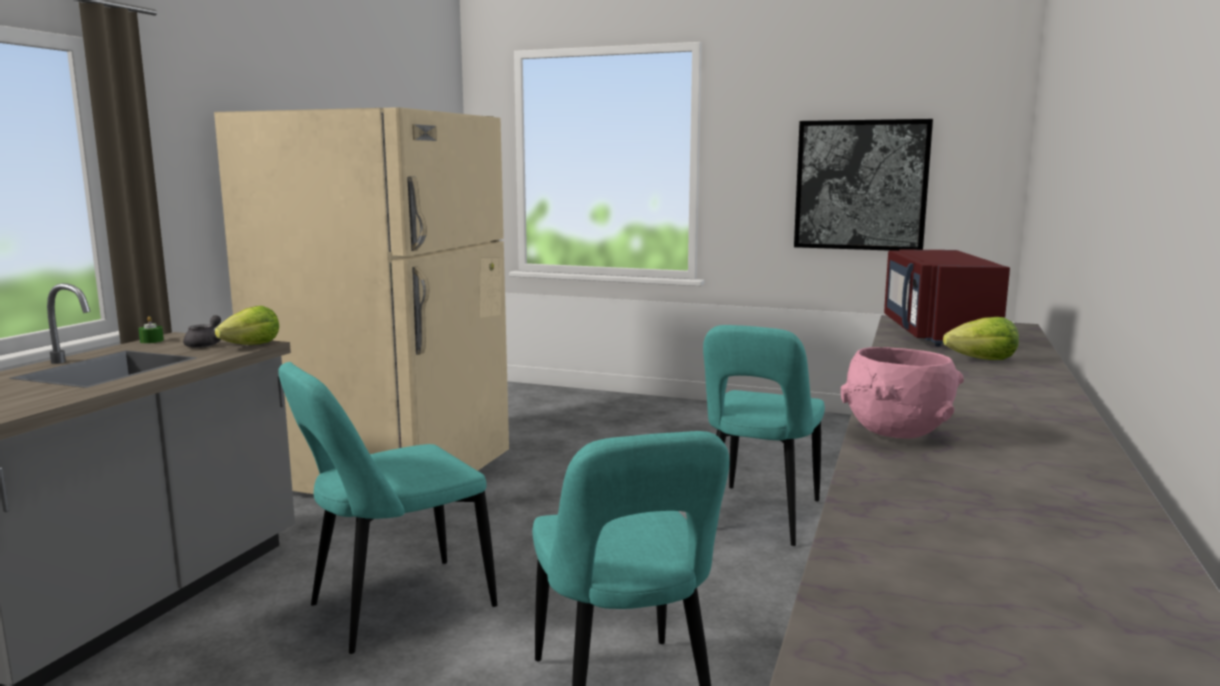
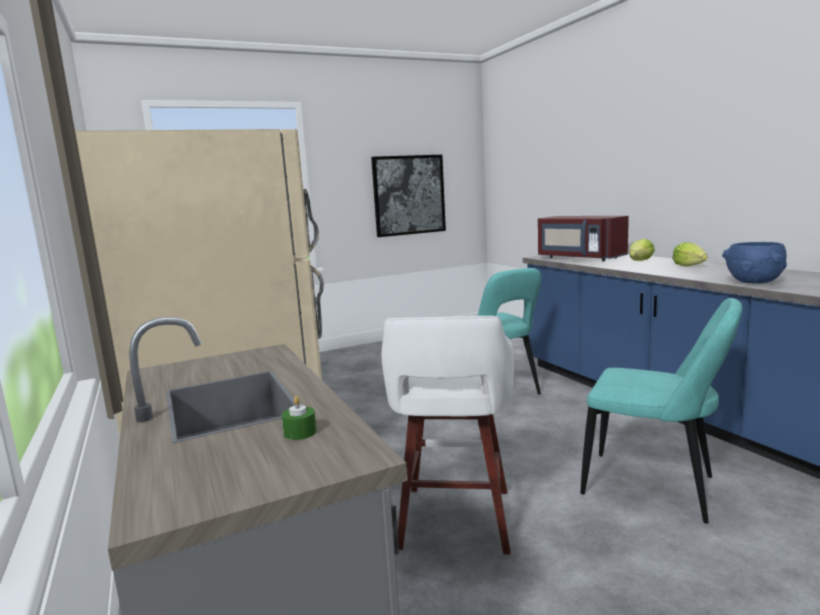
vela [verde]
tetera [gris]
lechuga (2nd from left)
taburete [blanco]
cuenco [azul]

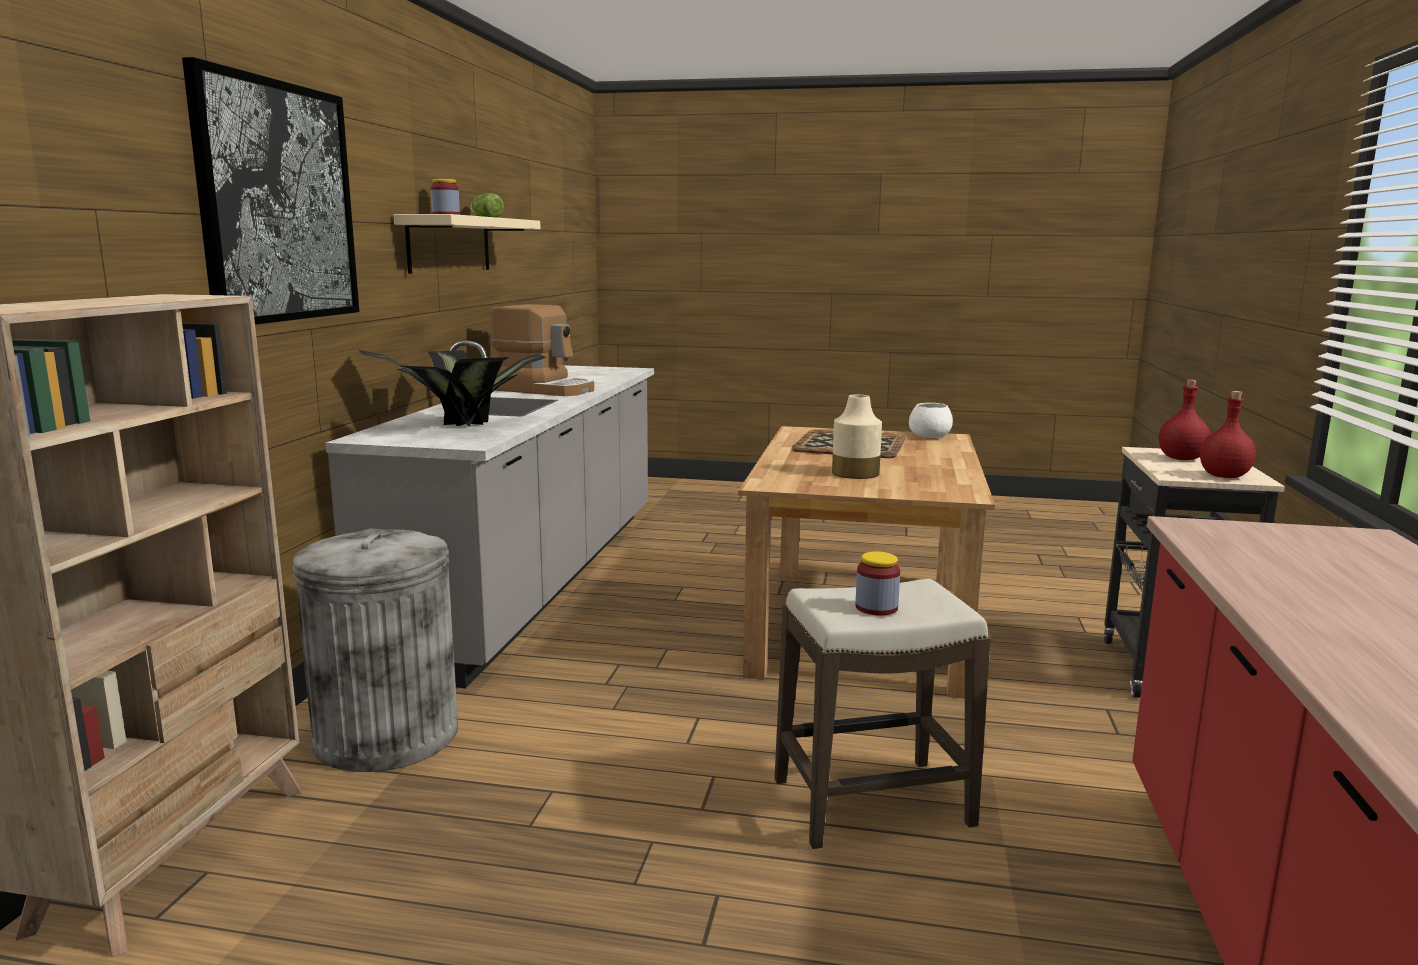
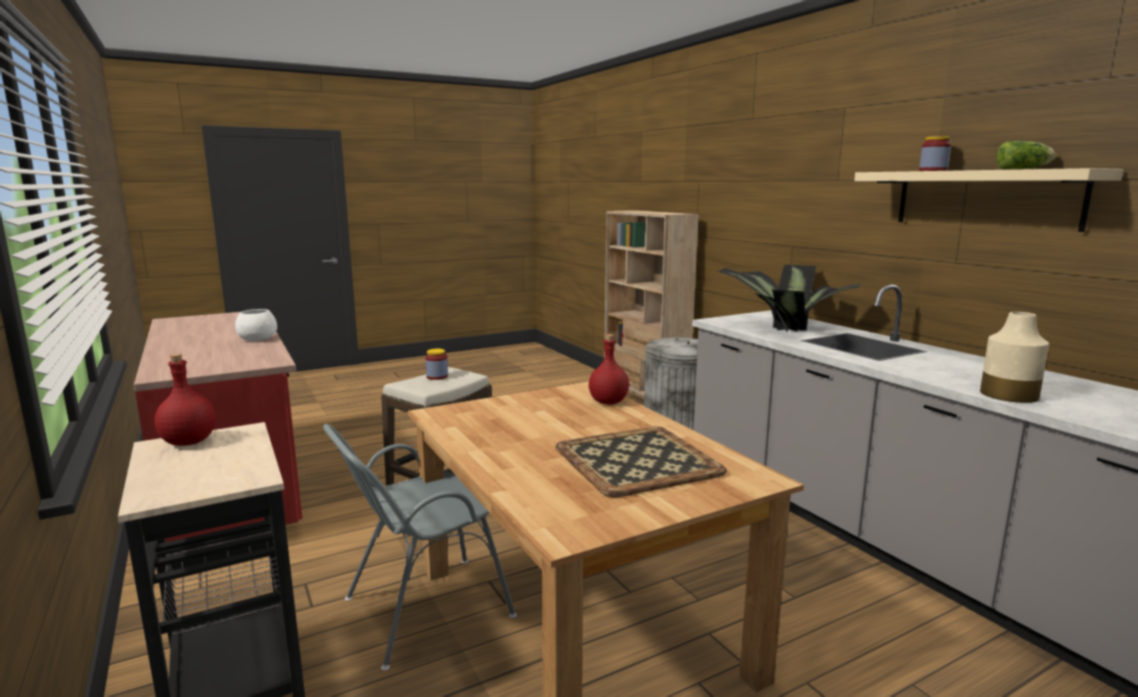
cuadro
cafetera
florero [beis]
cuenco [blanco]
botella [rojo] (2nd from left)
silla [gris]

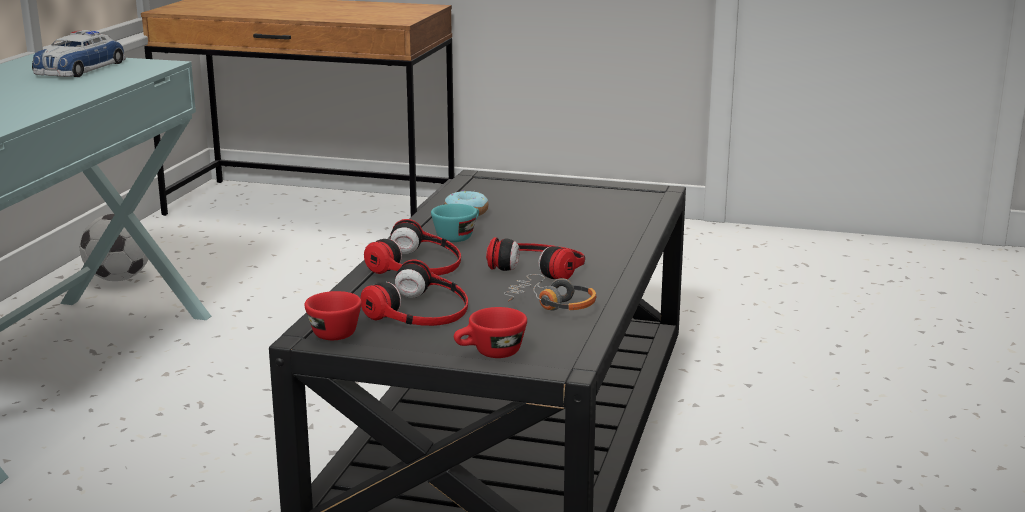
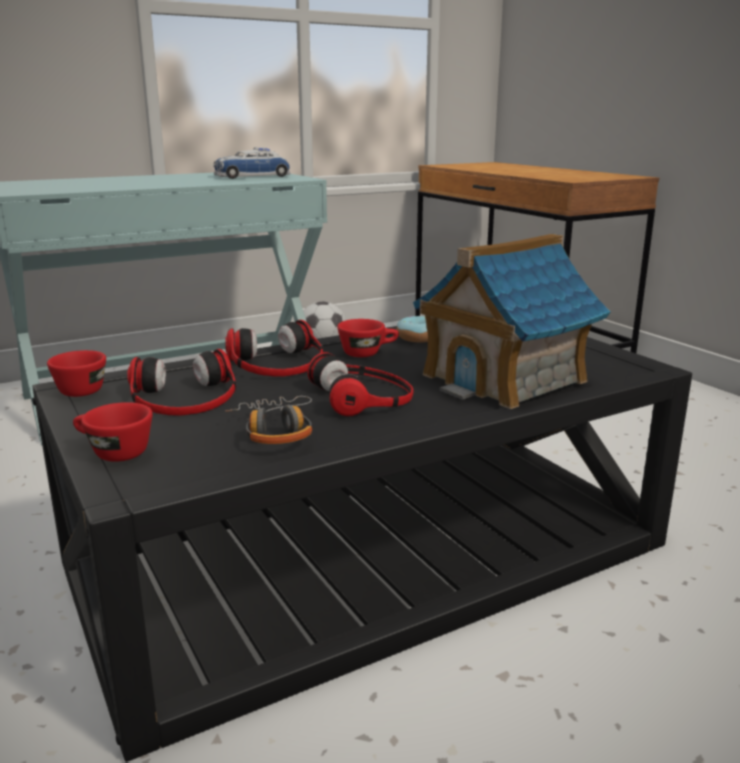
taza [rojo] (3rd from left)
casita

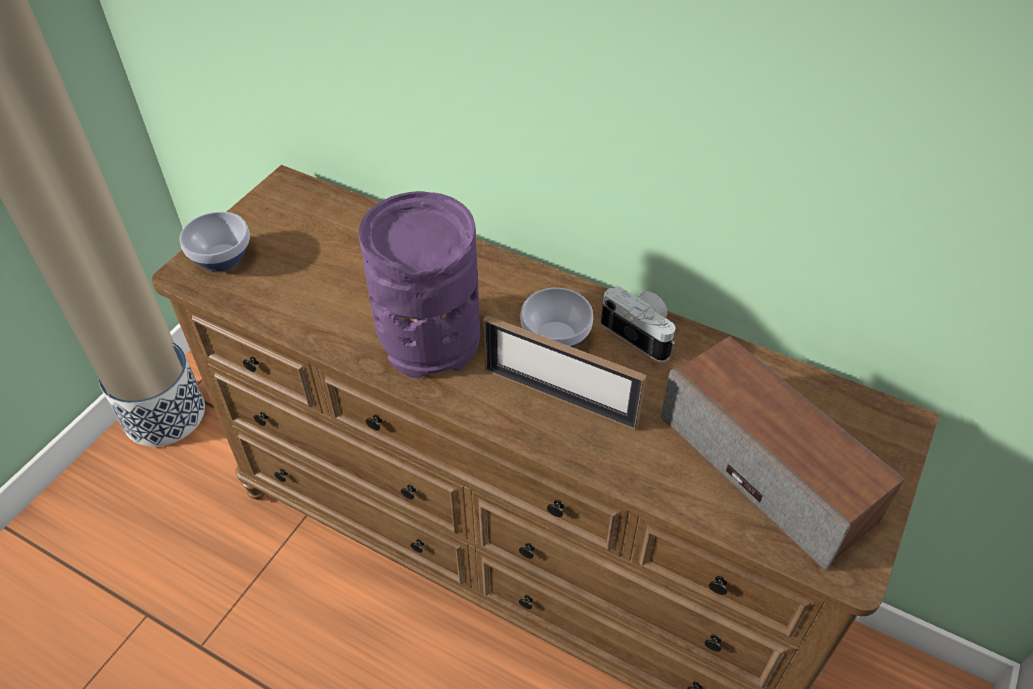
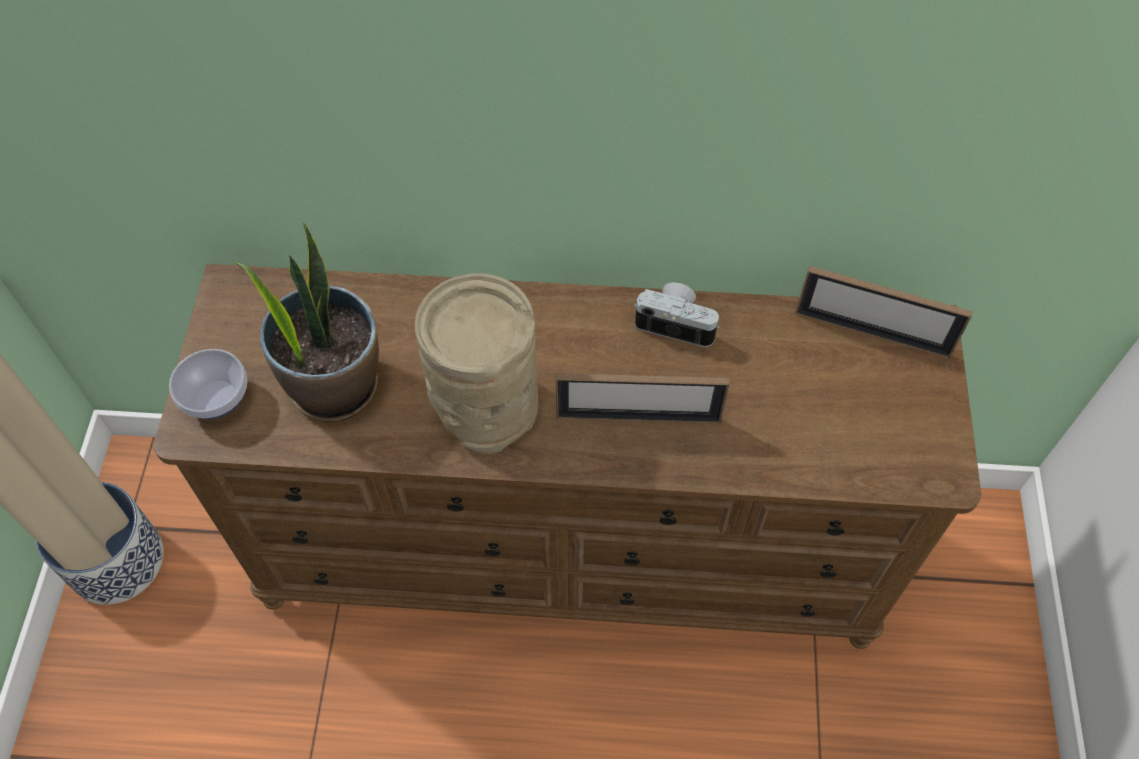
florero [beis]
cuenco (2nd from left in the first image)
altavoz
planta en maceta
portarretratos (2nd from left)

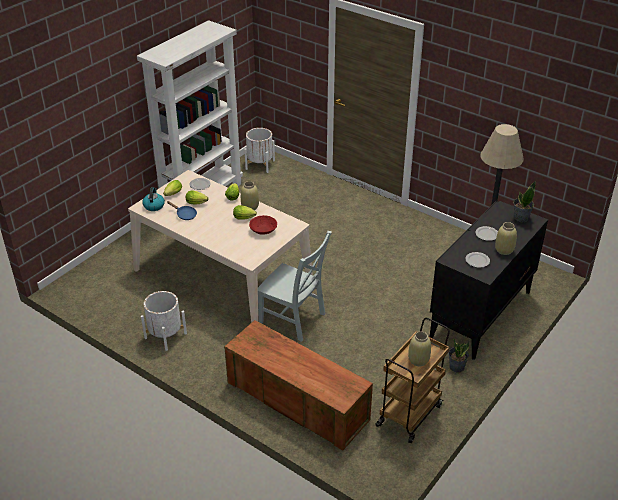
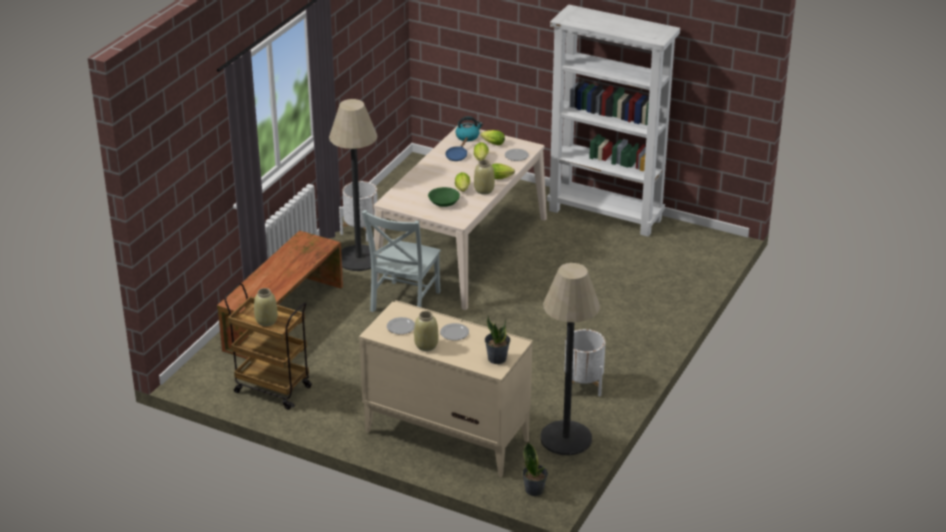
maceta [blanco] (2nd from left)
cuenco [verde]
armario [beis]
planta en maceta (2nd from left)
lámpara de pie (1st from left)

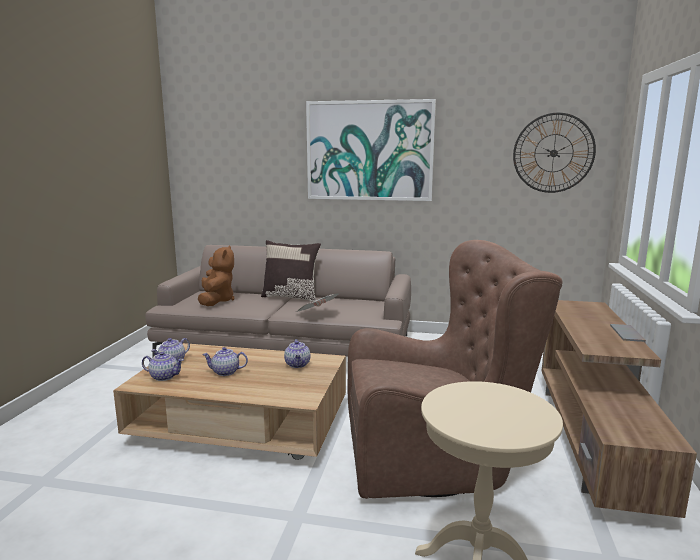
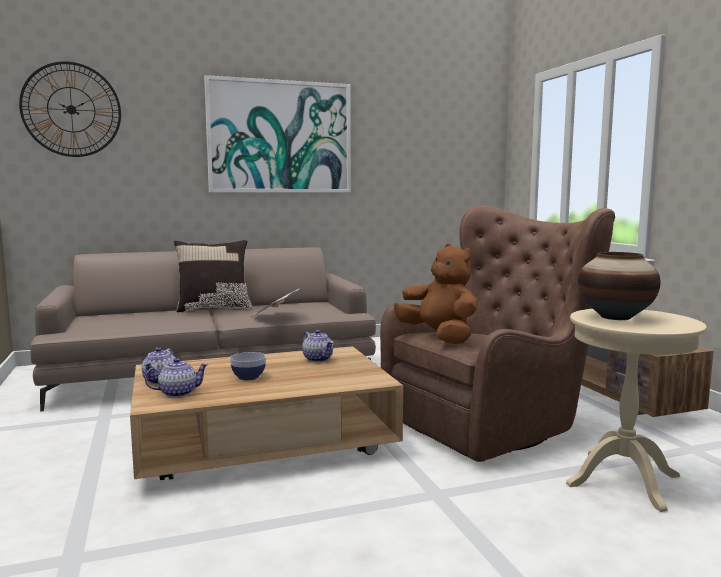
peluche [marrón]
cuenco
reloj de pared
florero

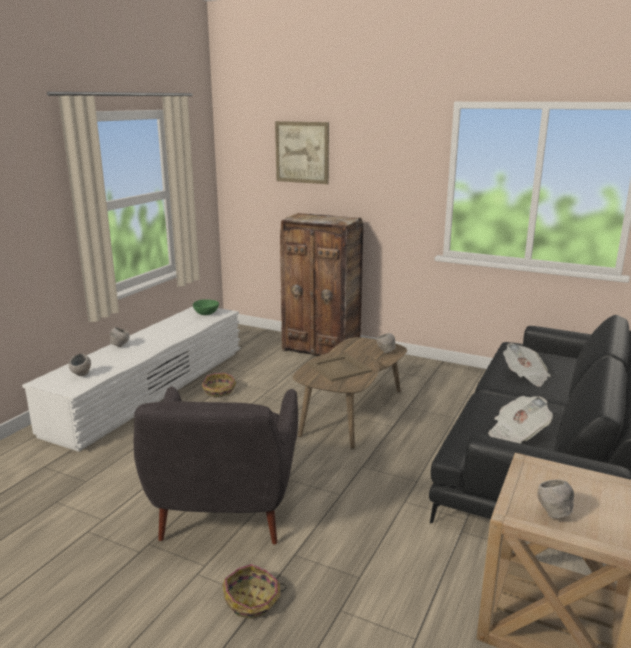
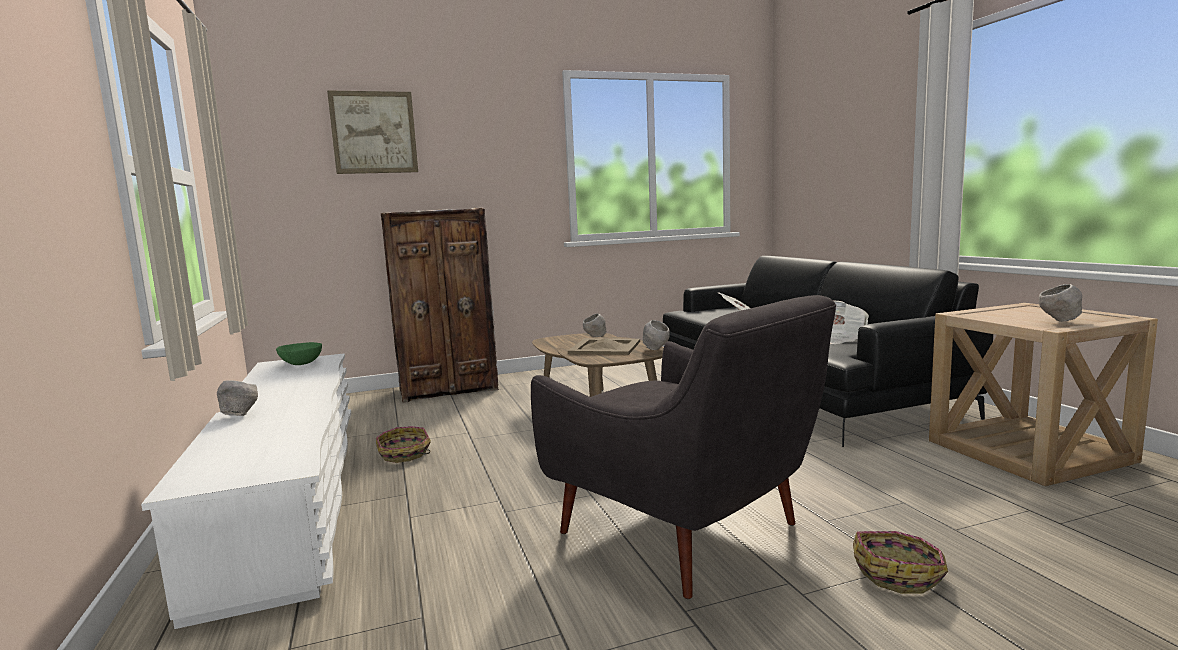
cuenco [gris] (3rd from left)

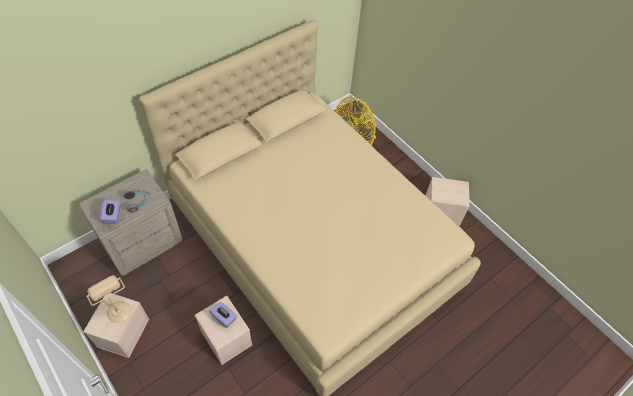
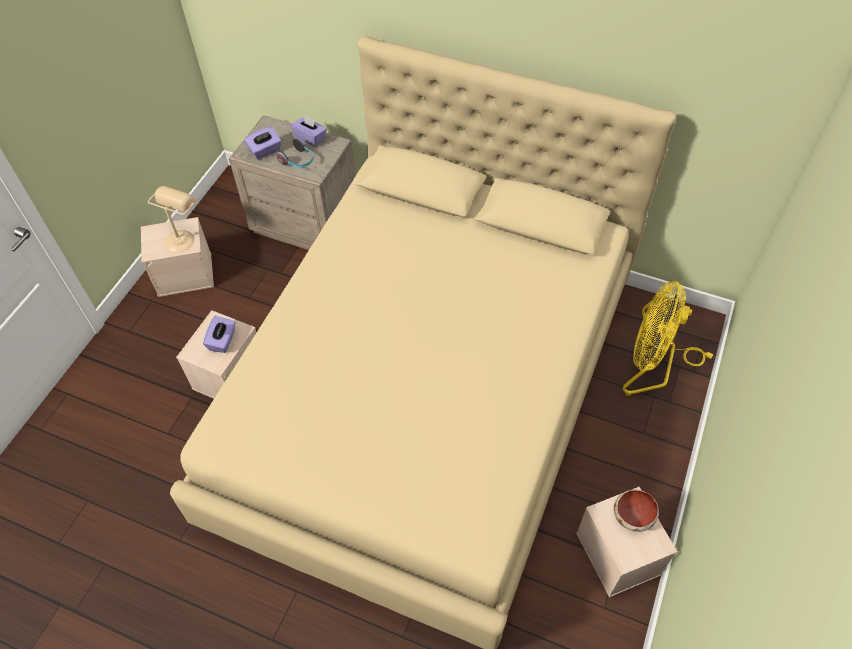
caja de pañuelos [morado] (3rd from left)
cuenco

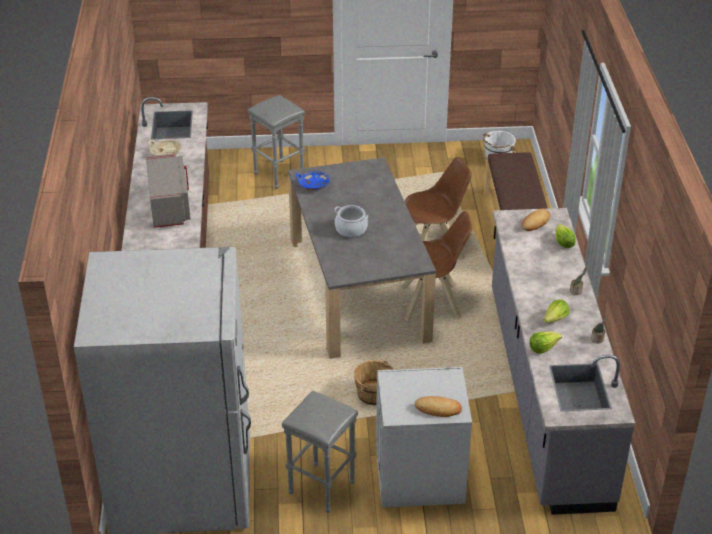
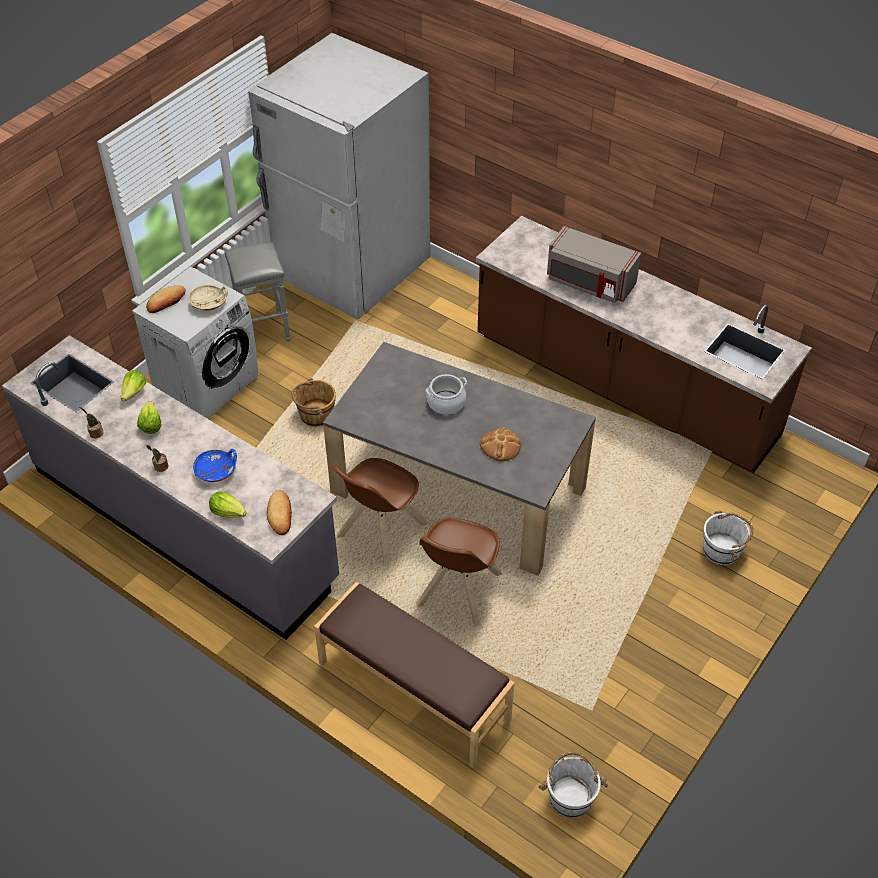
cuenco [beis]
cubo [blanco] (2nd from left)
cuenco [azul]
pan (3rd from left)

